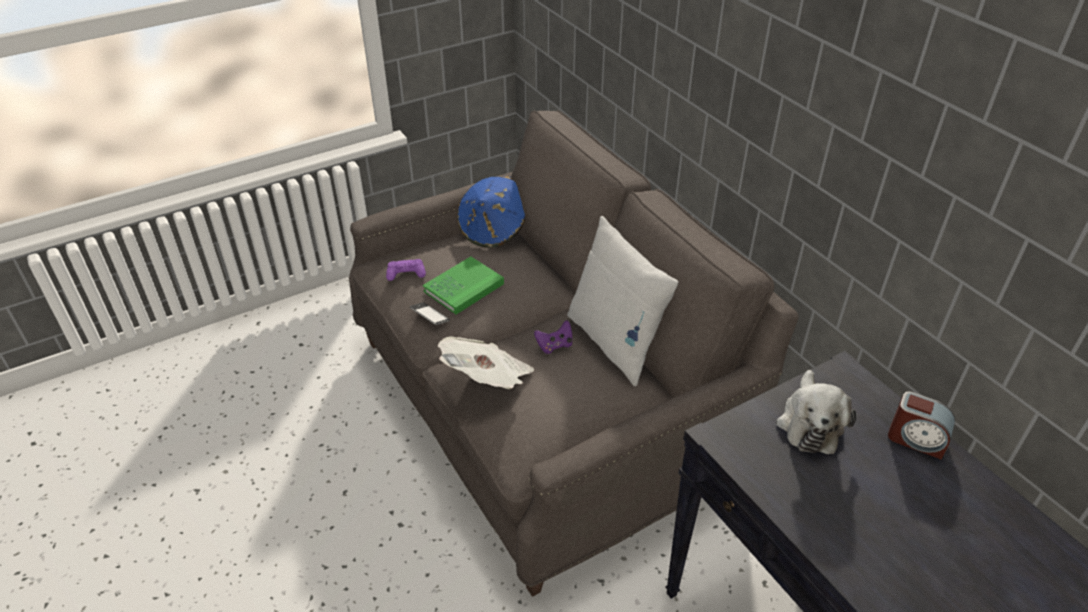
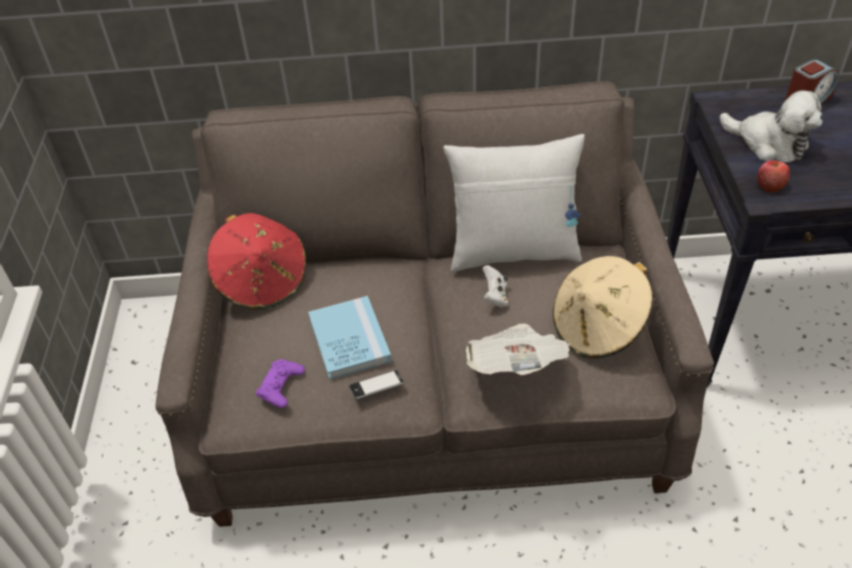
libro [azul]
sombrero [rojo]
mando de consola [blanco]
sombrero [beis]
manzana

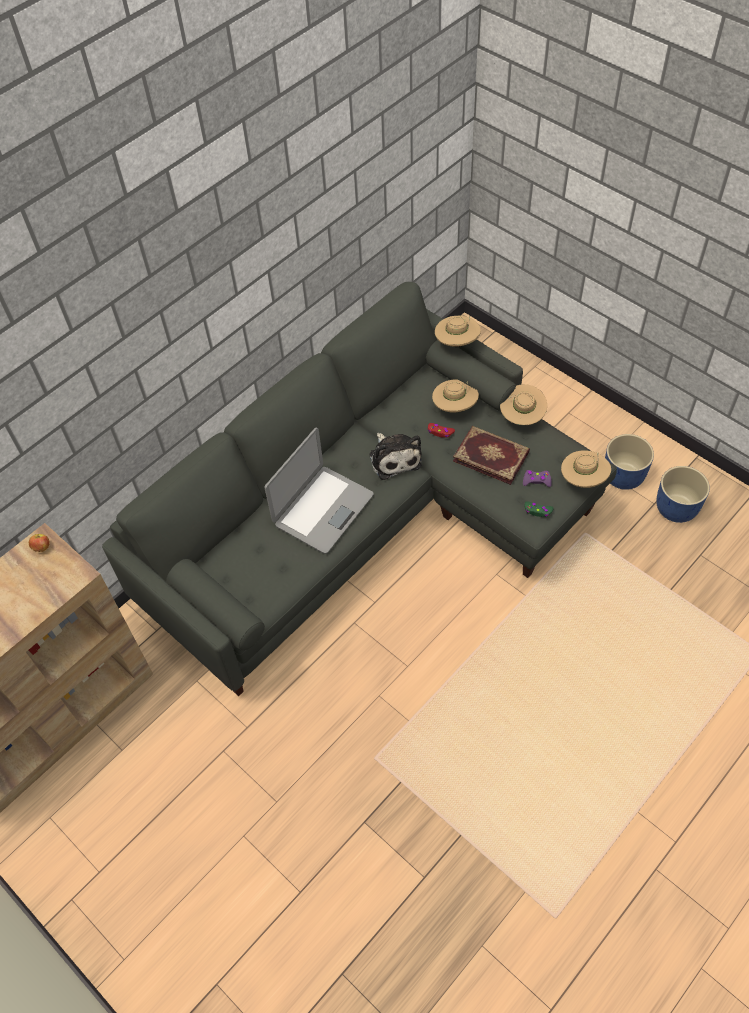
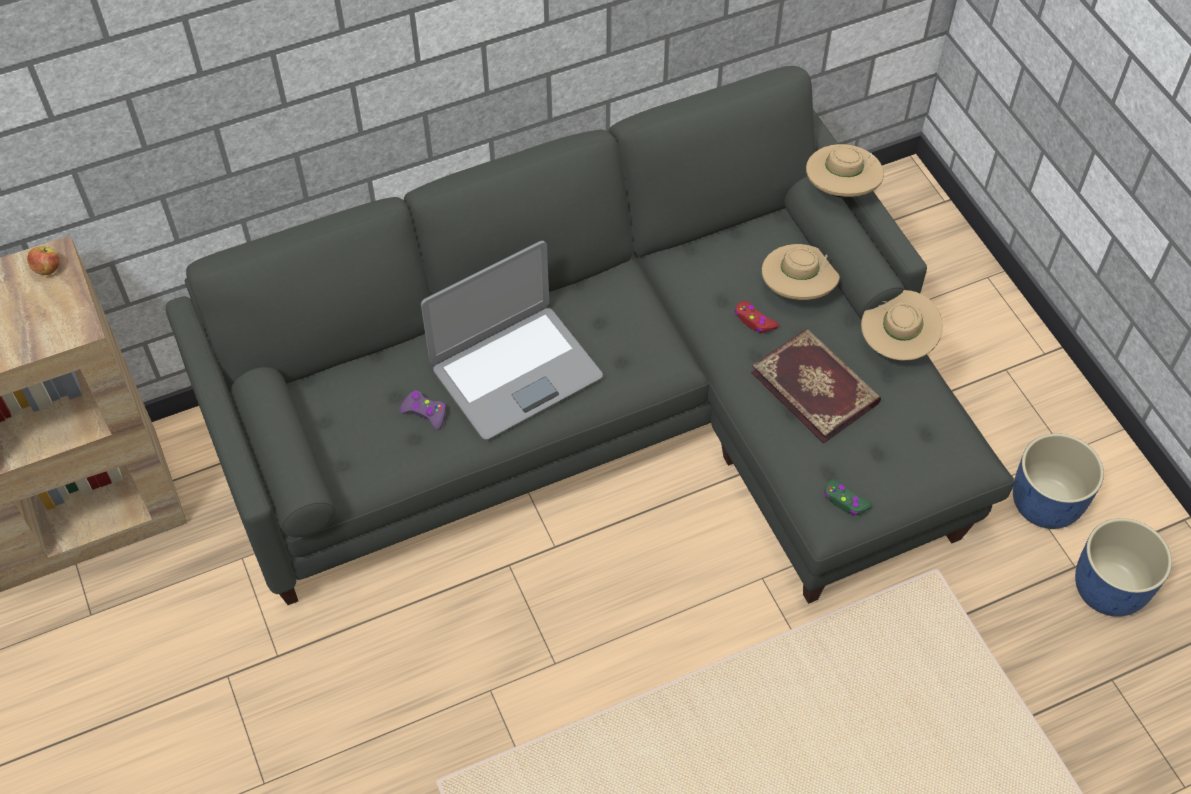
peluche
mando de consola [morado]
sombrero [beis] (4th from left in the first image)

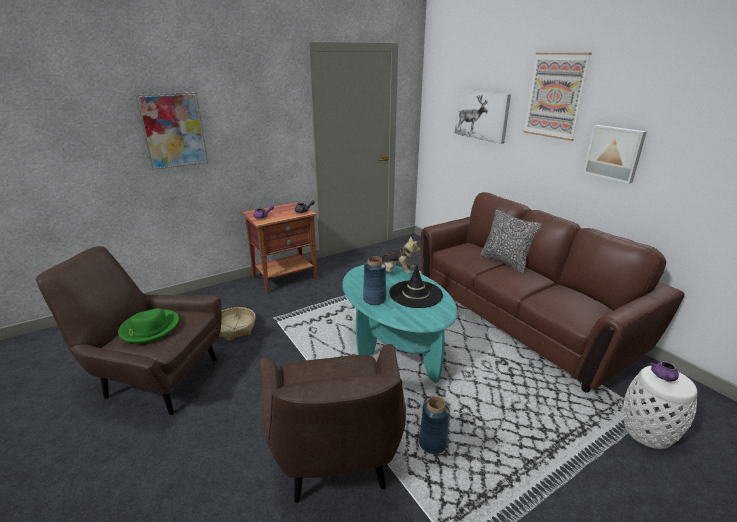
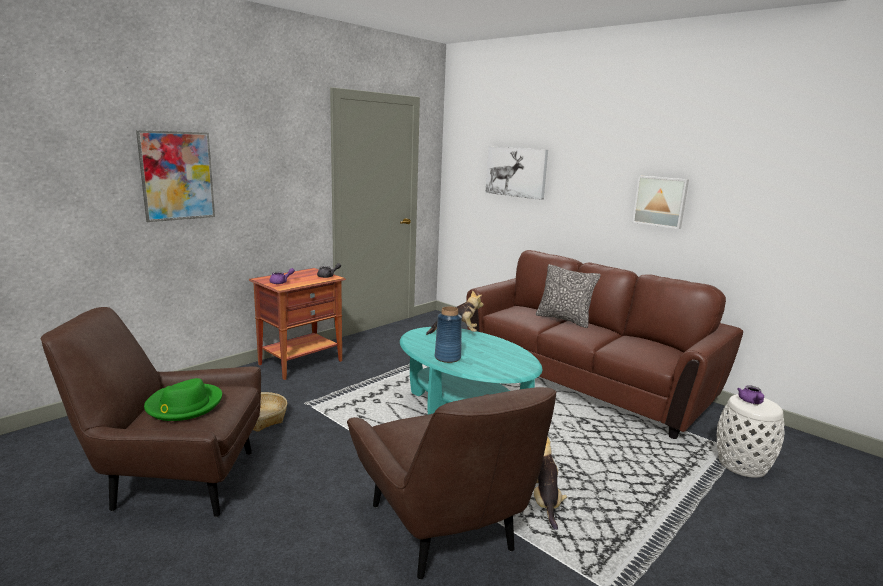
sombrero [negro]
peluche (2nd from left)
cuadro (3rd from left in the first image)

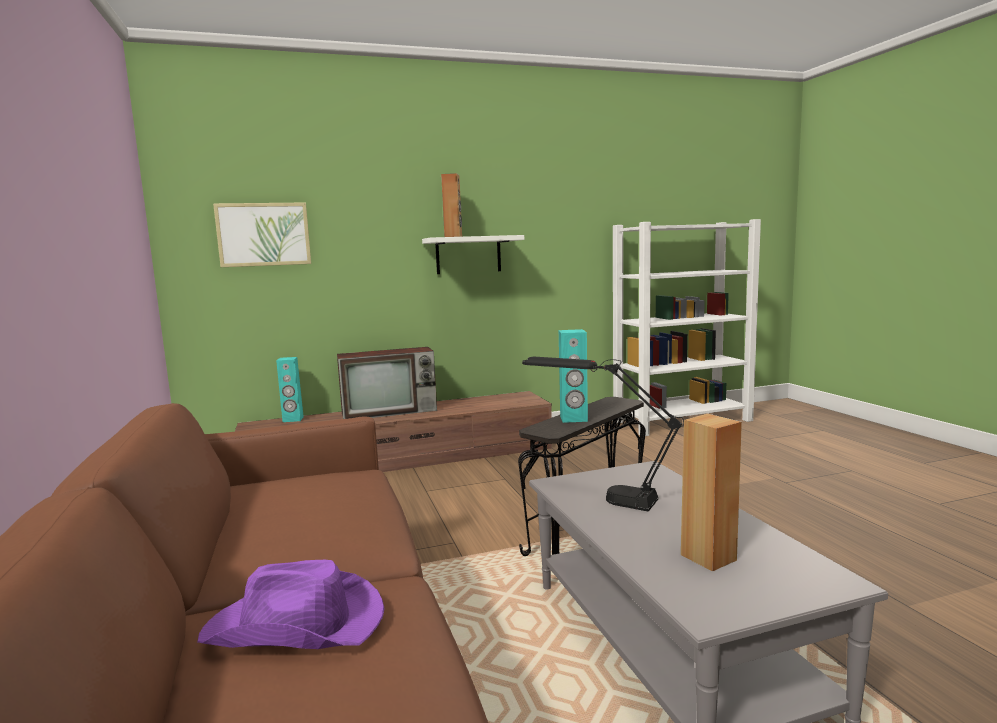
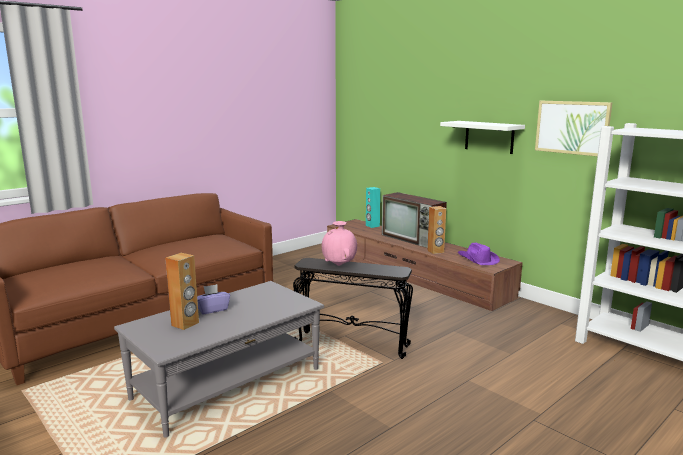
sombrero [morado]
cuadro
altavoz [marrón] (2nd from left)
lámpara de mesa [negro]
florero [rosa]
caja de pañuelos [morado]

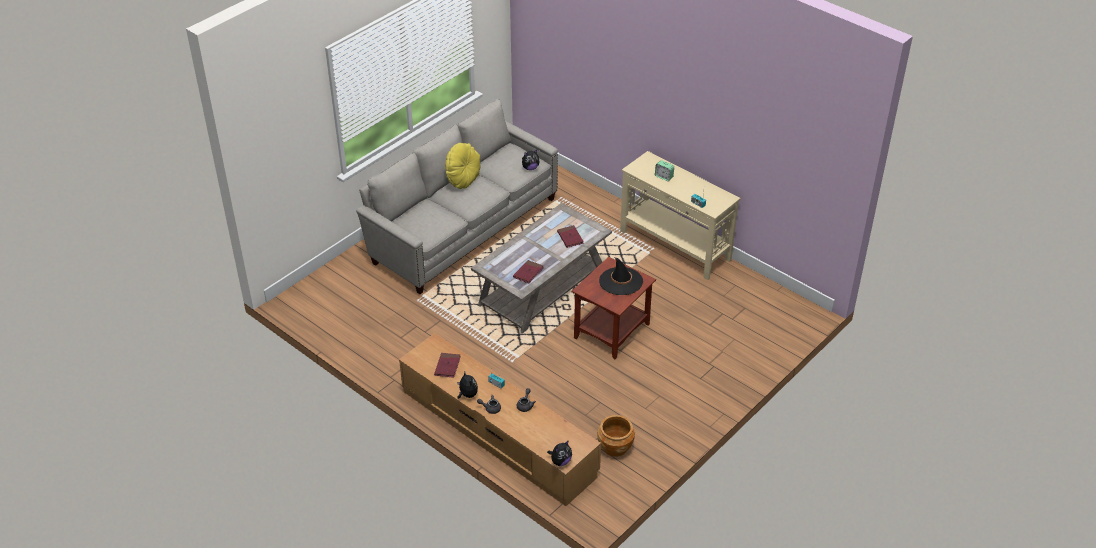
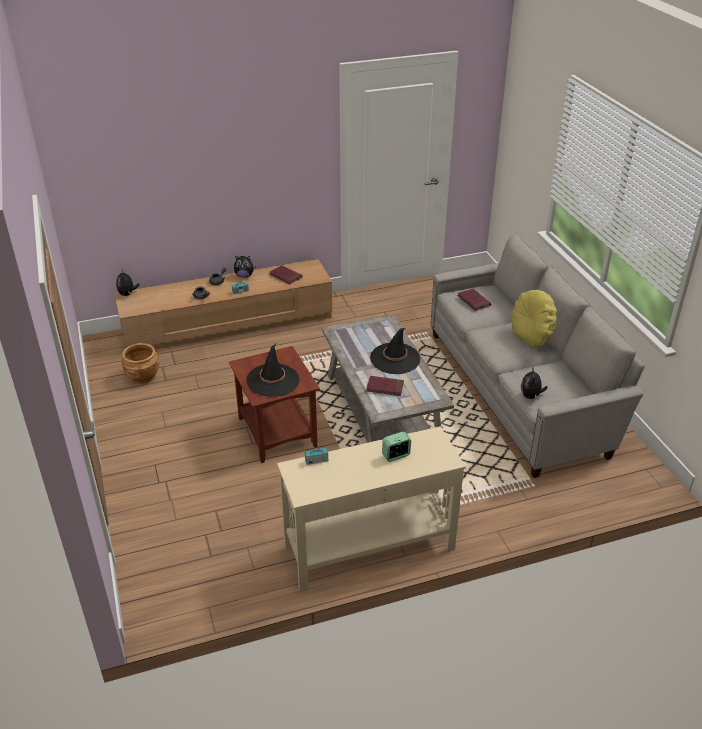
libro [rojo] (3rd from left)
sombrero [negro] (2nd from left)

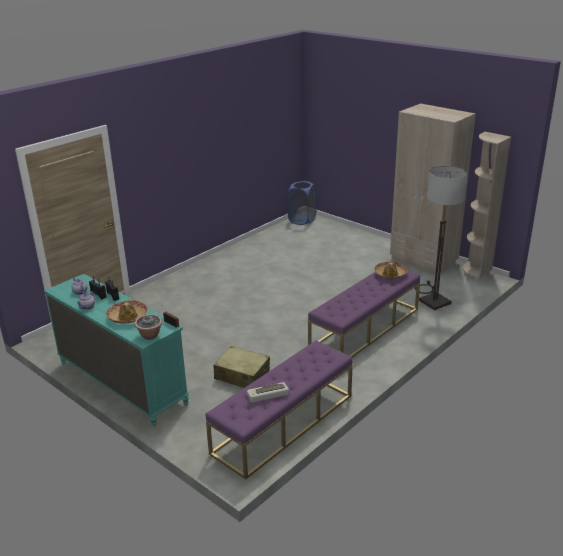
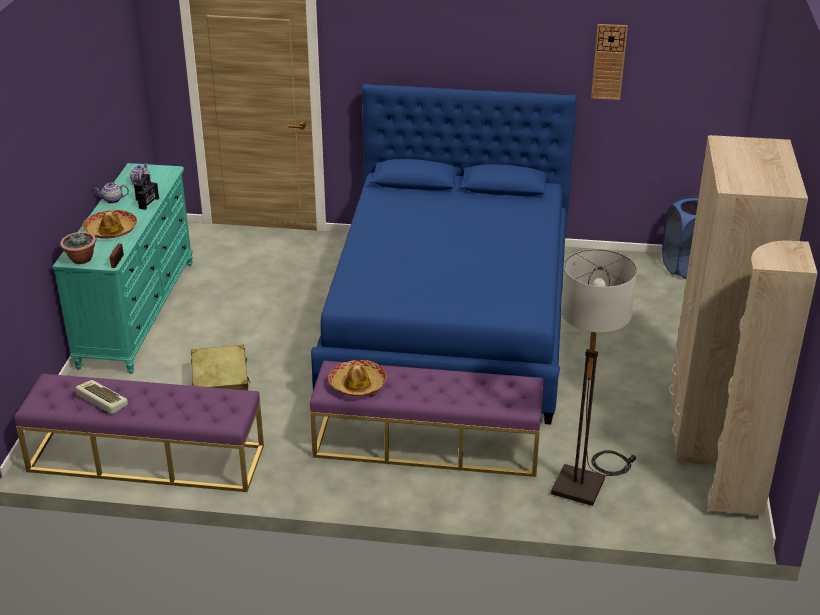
sombrero (2nd from left)
cama [azul]
reloj de pared

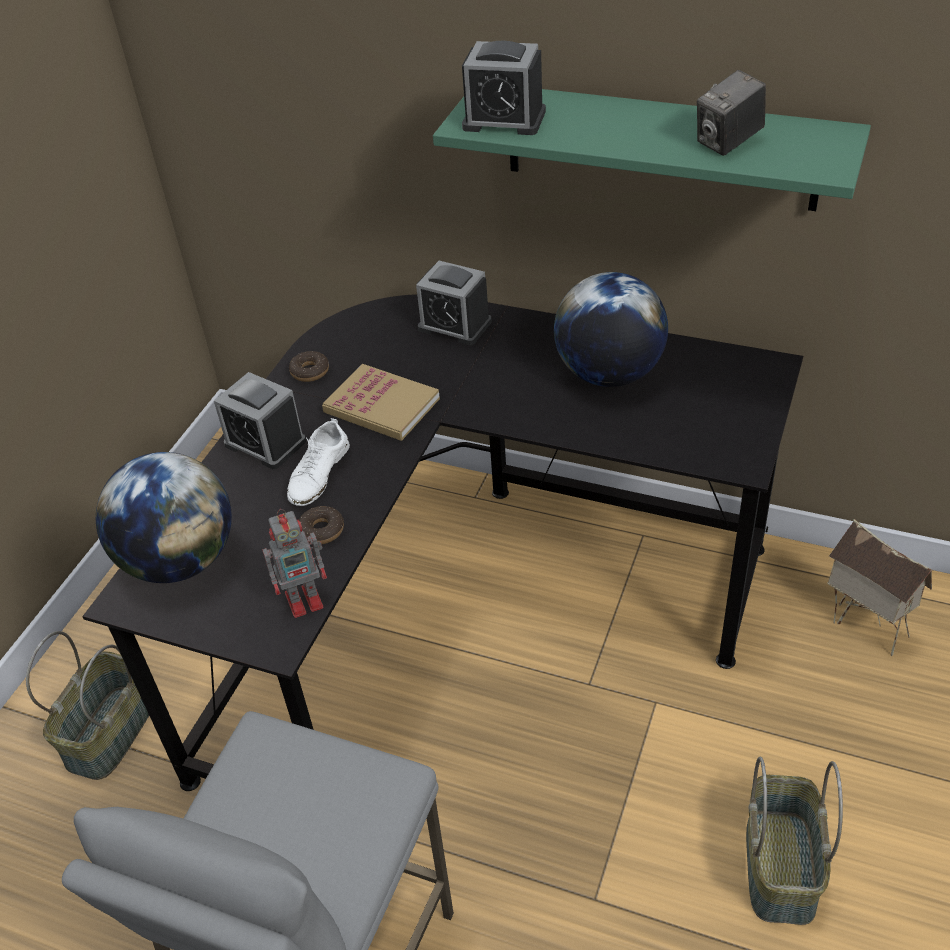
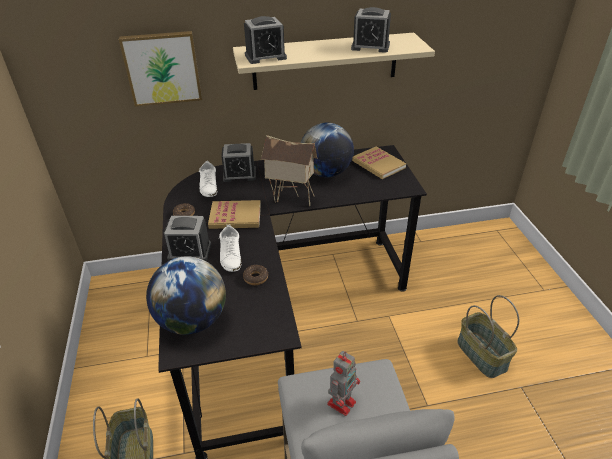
robot de juguete
estante [beis]
despertador (4th from left)
casita
cuadro
zapato [blanco] (1st from left)
libro (2nd from left)

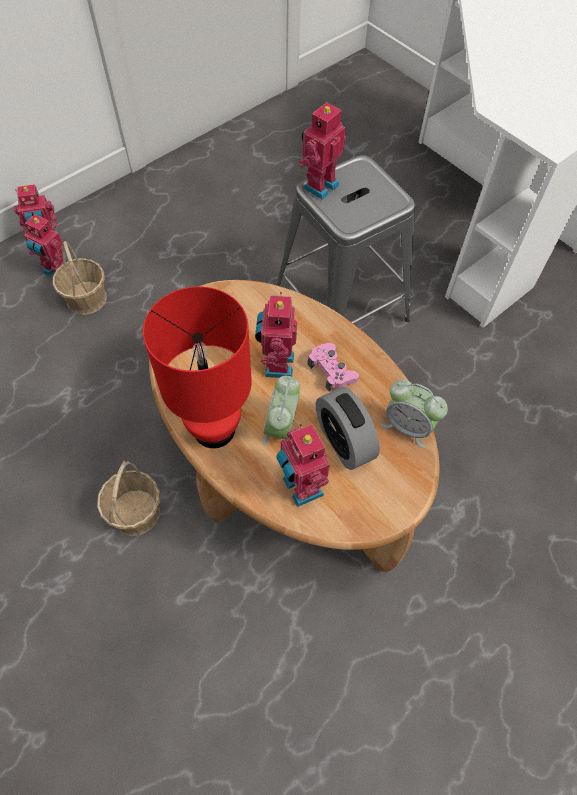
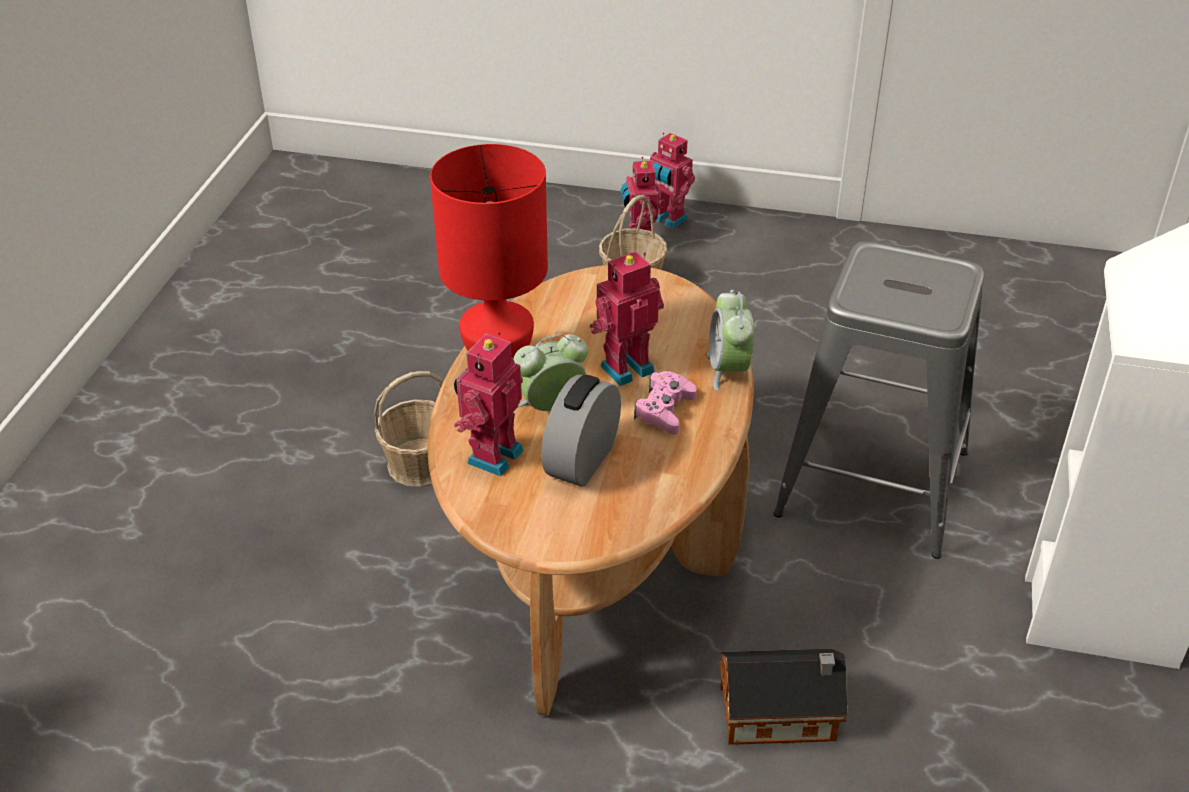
robot de juguete (5th from left in the first image)
despertador (3rd from left)
casita

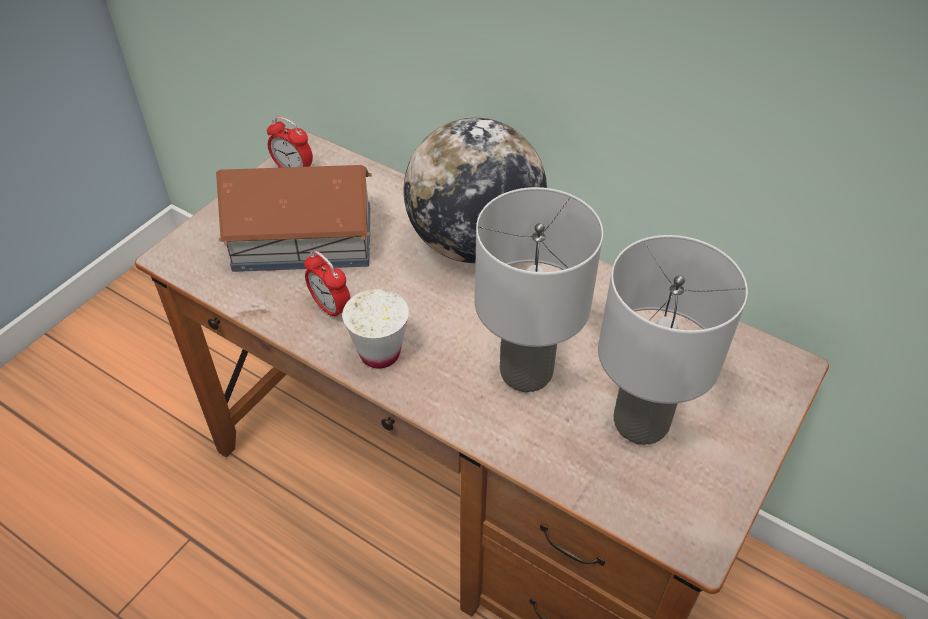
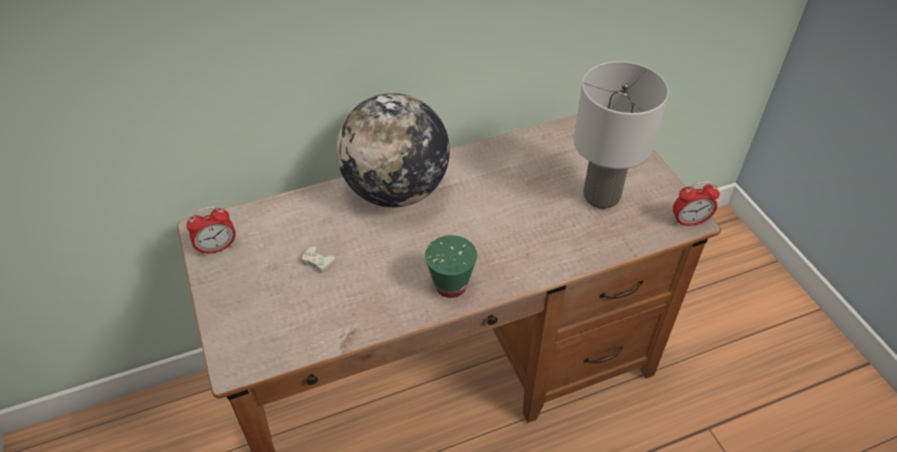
mando de consola [blanco]
despertador (2nd from left)
taza [verde]
lámpara de mesa [blanco] (1st from left in the first image)

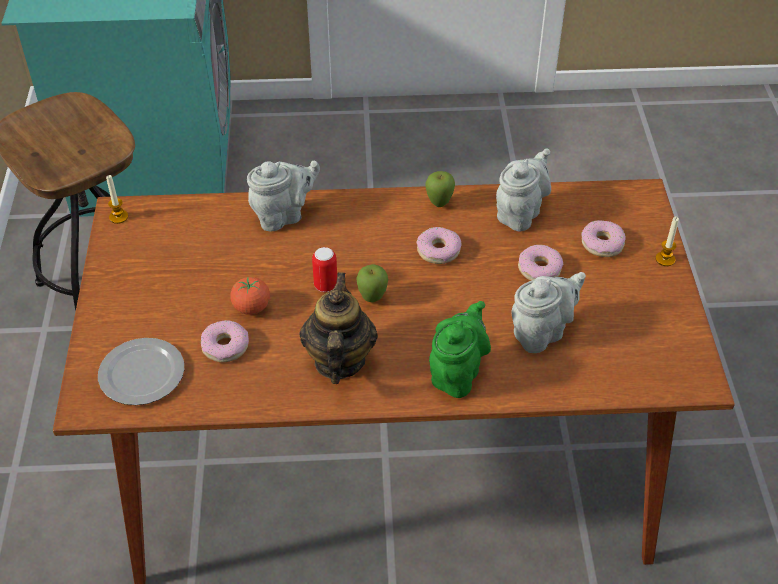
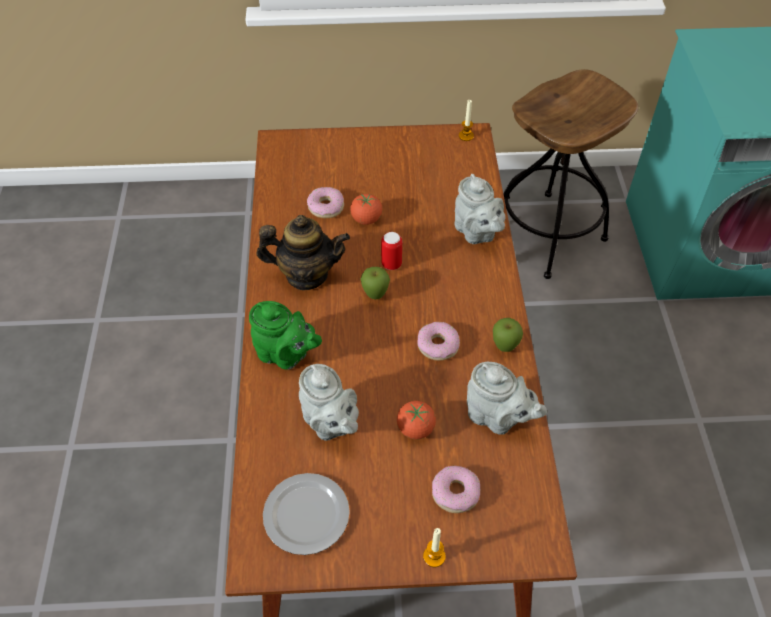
plato
tomate (2nd from left)

